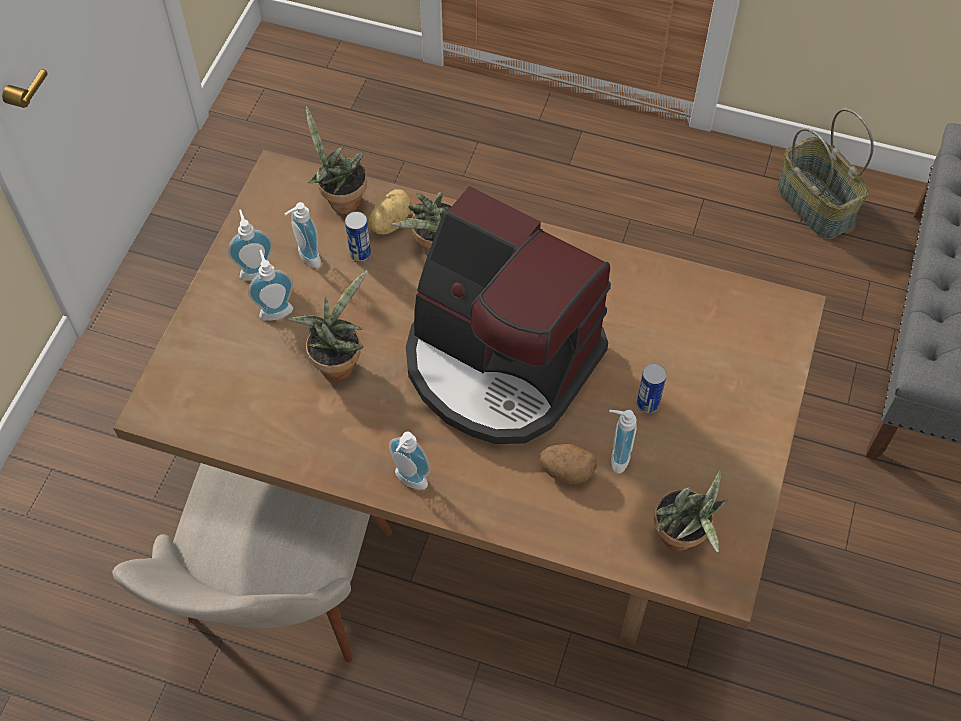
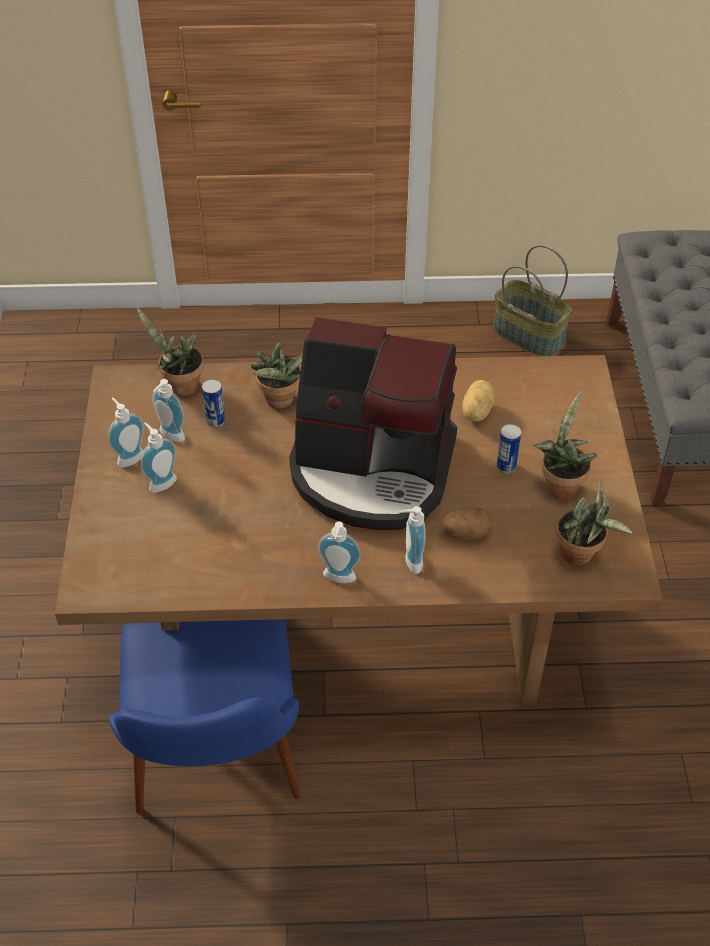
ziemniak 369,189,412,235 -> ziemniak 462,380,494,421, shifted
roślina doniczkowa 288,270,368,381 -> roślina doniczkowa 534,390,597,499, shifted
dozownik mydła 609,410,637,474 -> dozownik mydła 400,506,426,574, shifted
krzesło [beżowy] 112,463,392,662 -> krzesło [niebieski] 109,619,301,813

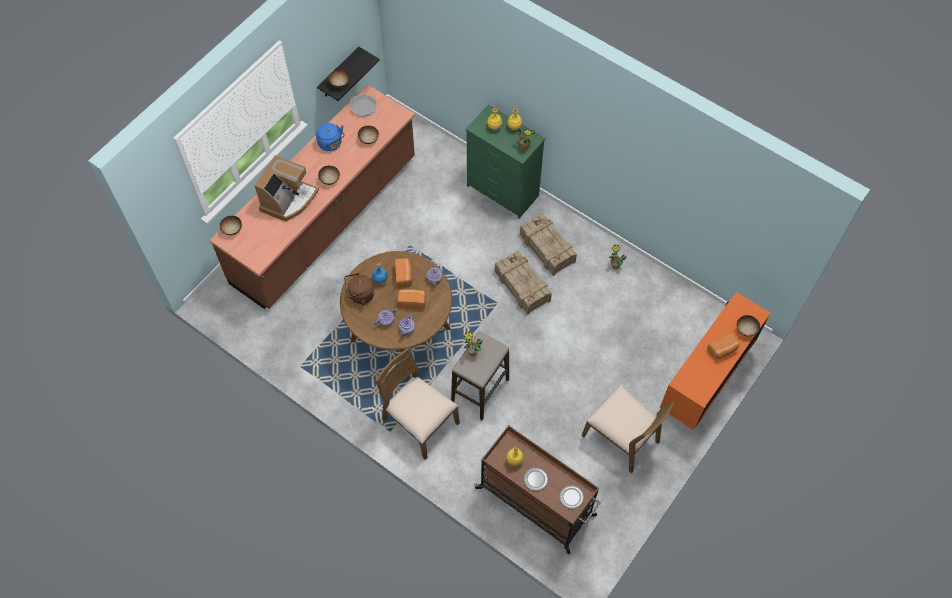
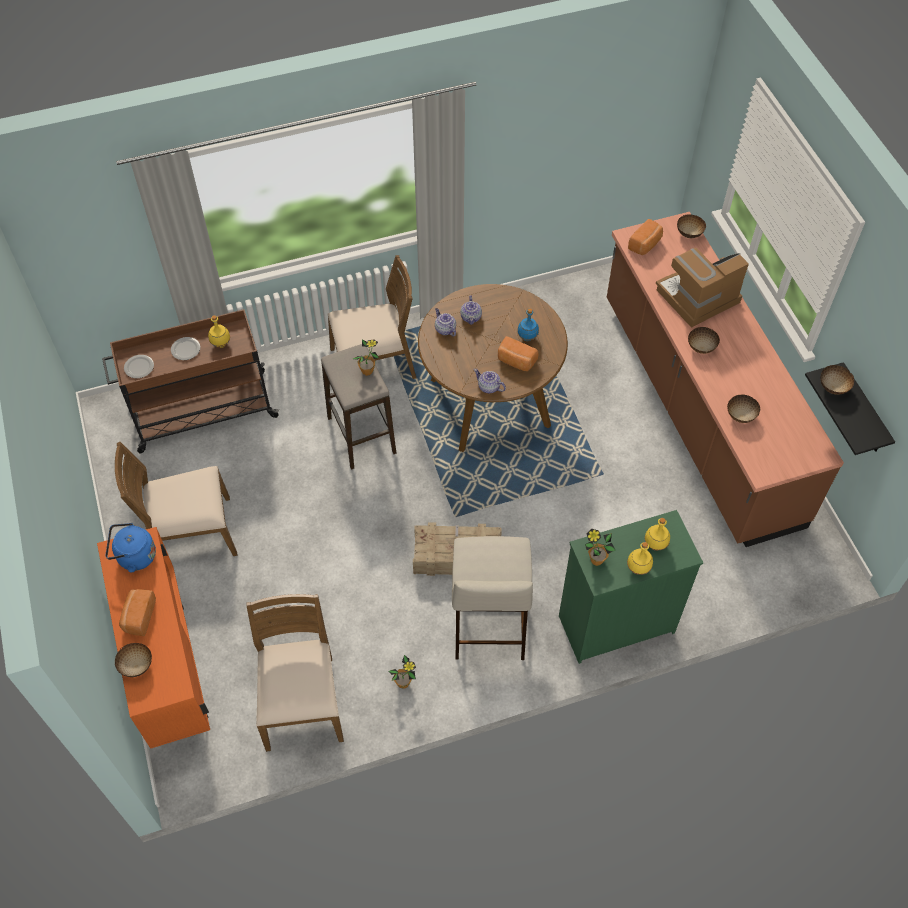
patelnia 350,94,376,117 -> none
czajnik [niebieski] 316,123,344,151 -> czajnik [niebieski] 106,523,156,573, shifted
ekspres do kawy 255,156,319,222 -> ekspres do kawy 656,248,749,328, 90 degrees clockwise
skrzynka 520,213,577,276 -> stołek [beżowy] 452,536,533,660
czajnik [brązowy] 344,273,375,305 -> none
chleb 397,289,426,309 -> chleb 628,219,663,255, shifted
none -> krzesło [brązowy] 246,594,344,752

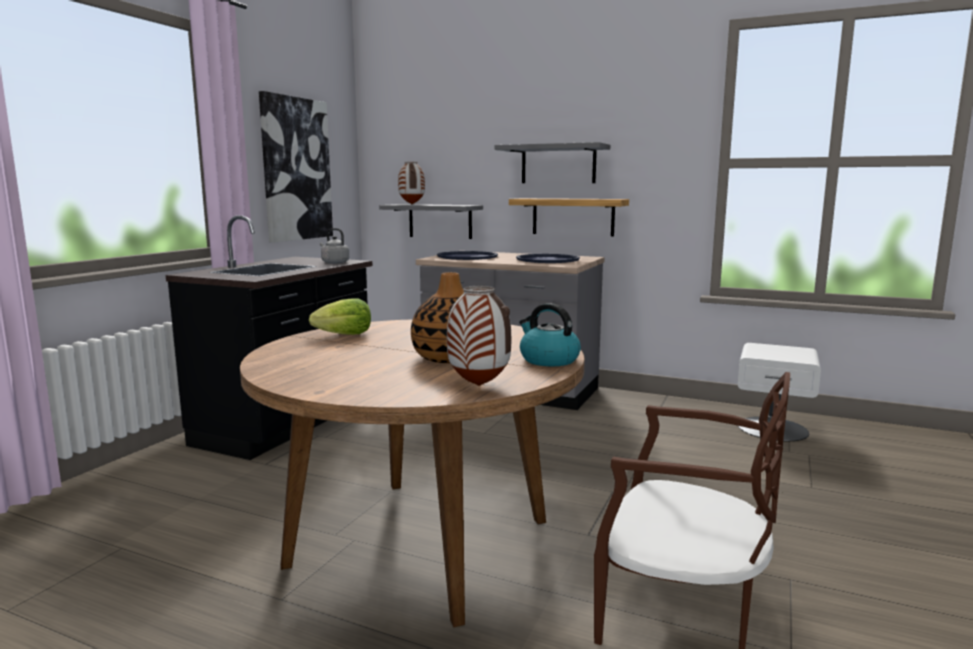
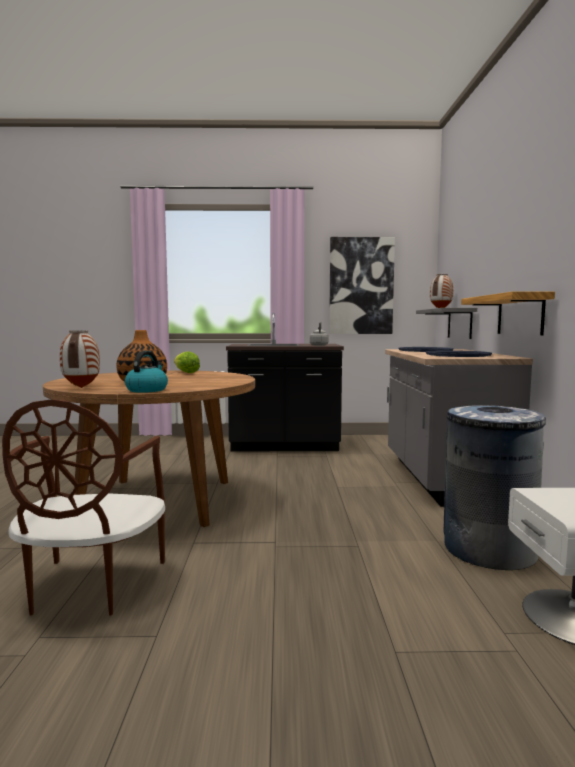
półka [szary] 495,142,610,183 -> none
none -> kosz na śmieci [szary] 444,405,546,570

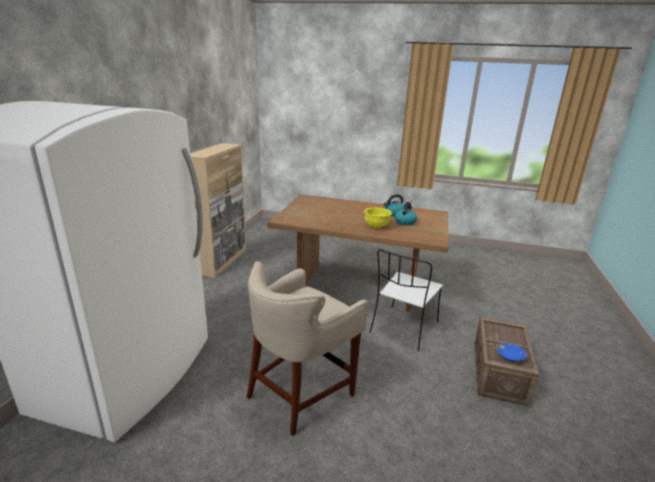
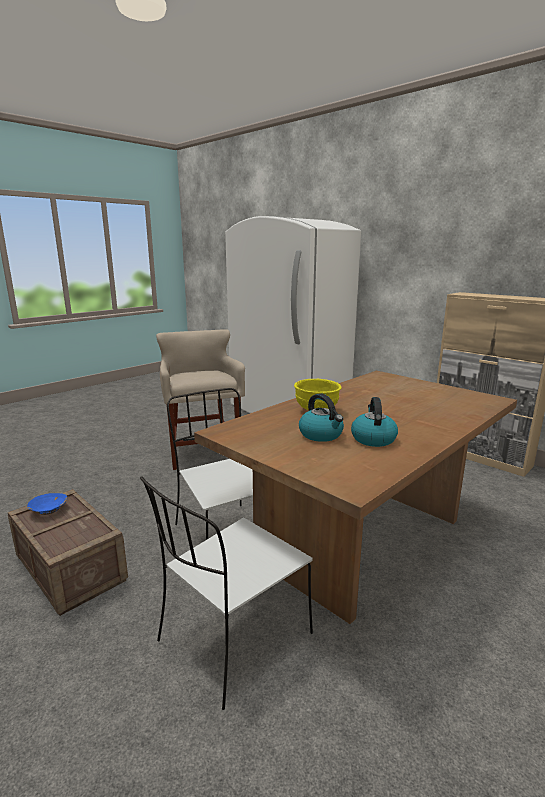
none -> krzesło [biały] 140,476,313,710

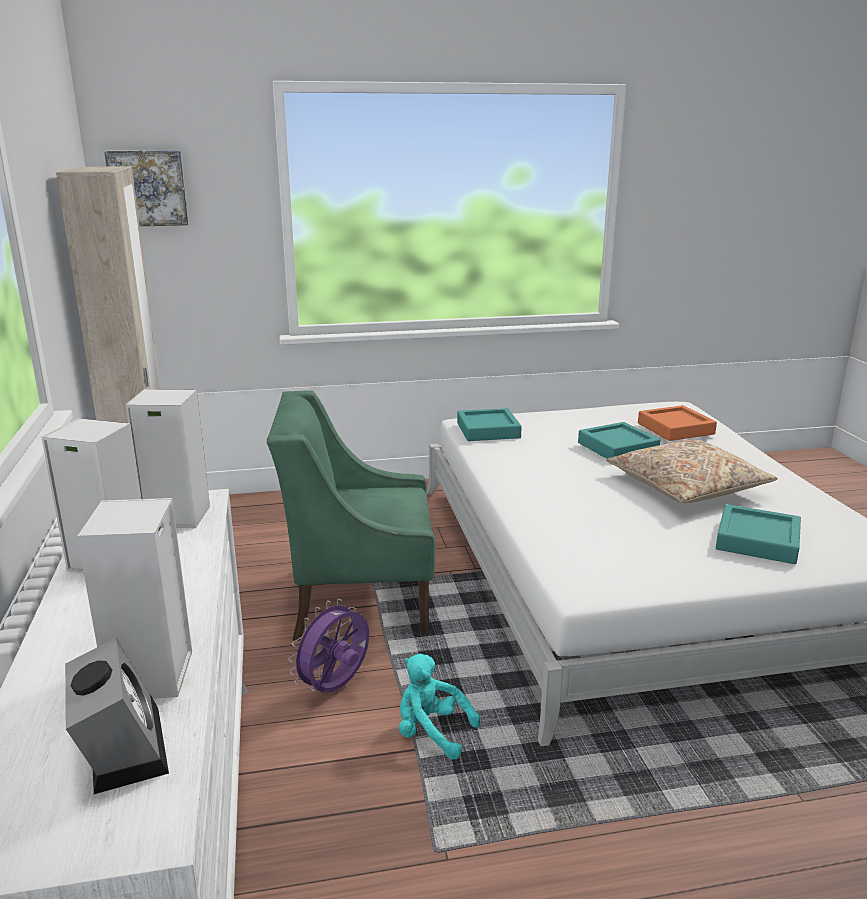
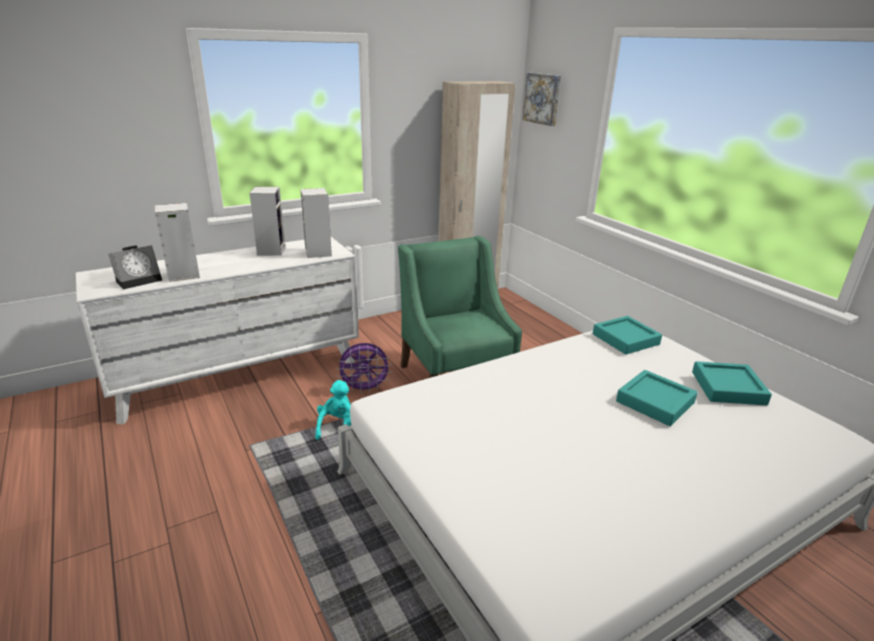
taca [pomarańczowy] 638,405,717,441 -> none
poduszka [beżowy] 606,439,778,503 -> none
taca [turkusowy] 716,504,801,564 -> taca [turkusowy] 692,361,772,405, shifted
wentylator [fioletowy] 289,599,369,693 -> wentylator [fioletowy] 336,343,392,393, 150 degrees clockwise

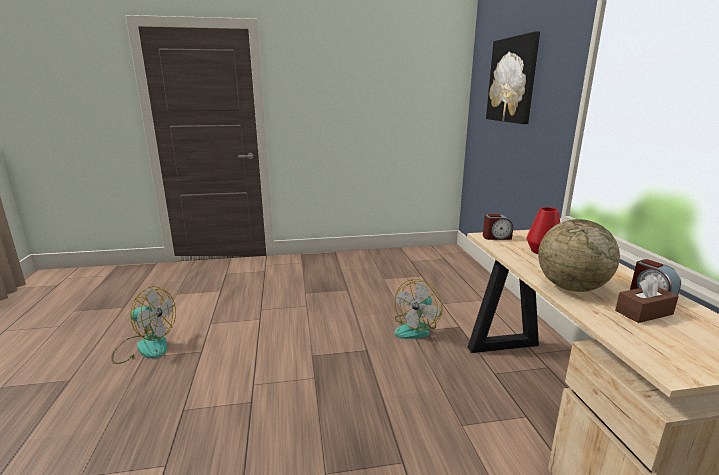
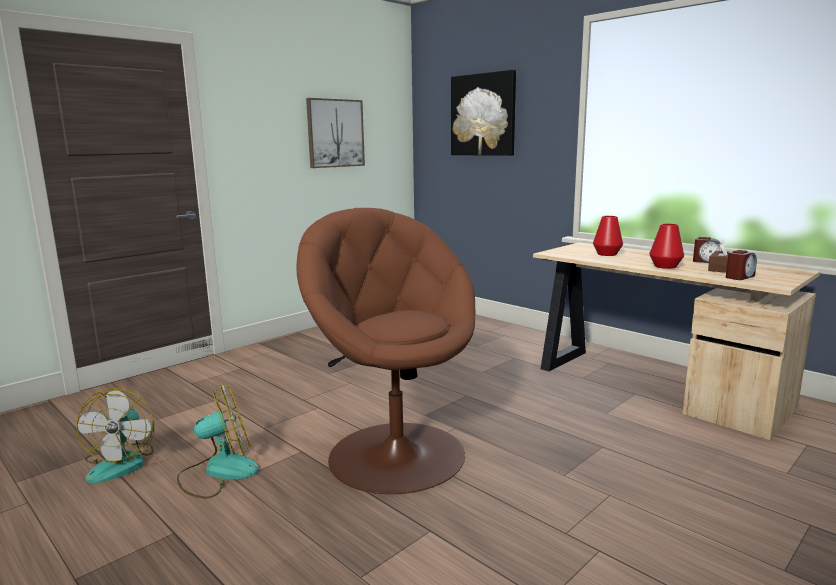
budzik 483,214,513,240 -> budzik 726,250,757,280, shifted
globus 538,219,620,292 -> wazon [czerwony] 649,223,684,269
wentylator 394,279,443,339 -> wentylator 77,388,154,483, shifted
none -> obraz 306,98,365,168
none -> fotel [brązowy] 296,208,475,494

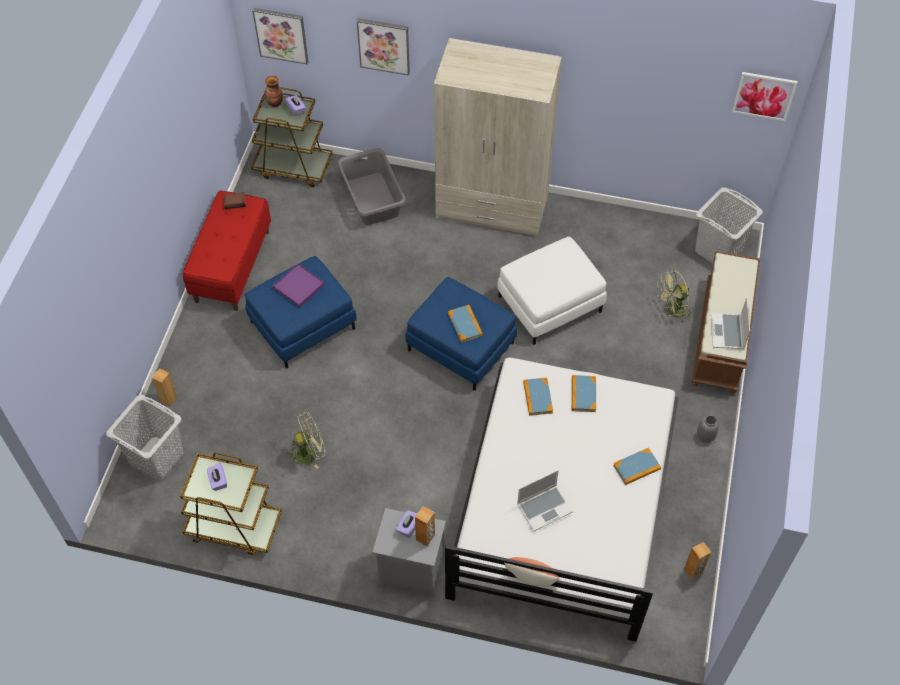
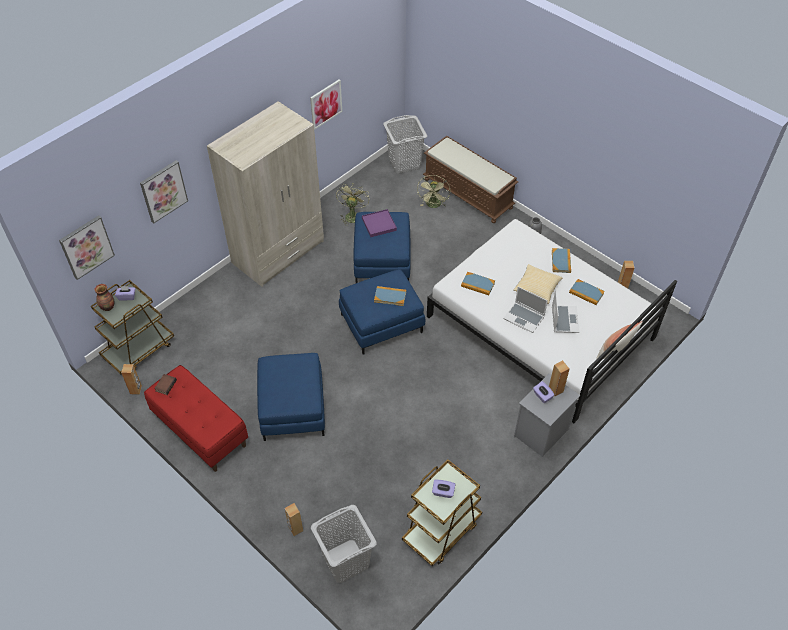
obraz 732,72,798,121 -> obraz 310,79,342,130, shifted
kosz na pranie [szary] 338,148,406,225 -> none
pufa [biały] 497,237,607,345 -> pufa [niebieski] 353,212,411,283
taca [fioletowy] 273,263,325,308 -> taca [fioletowy] 362,209,397,237, shifted
laptop 711,297,750,349 -> laptop 503,286,548,333, shifted
książka 572,375,596,412 -> książka 569,279,605,305, shifted
wentylator [zielony] 287,412,325,469 -> wentylator [zielony] 336,184,370,224, shifted
none -> poduszka 513,264,562,304
none -> głośnik [brązowy] 121,364,142,395

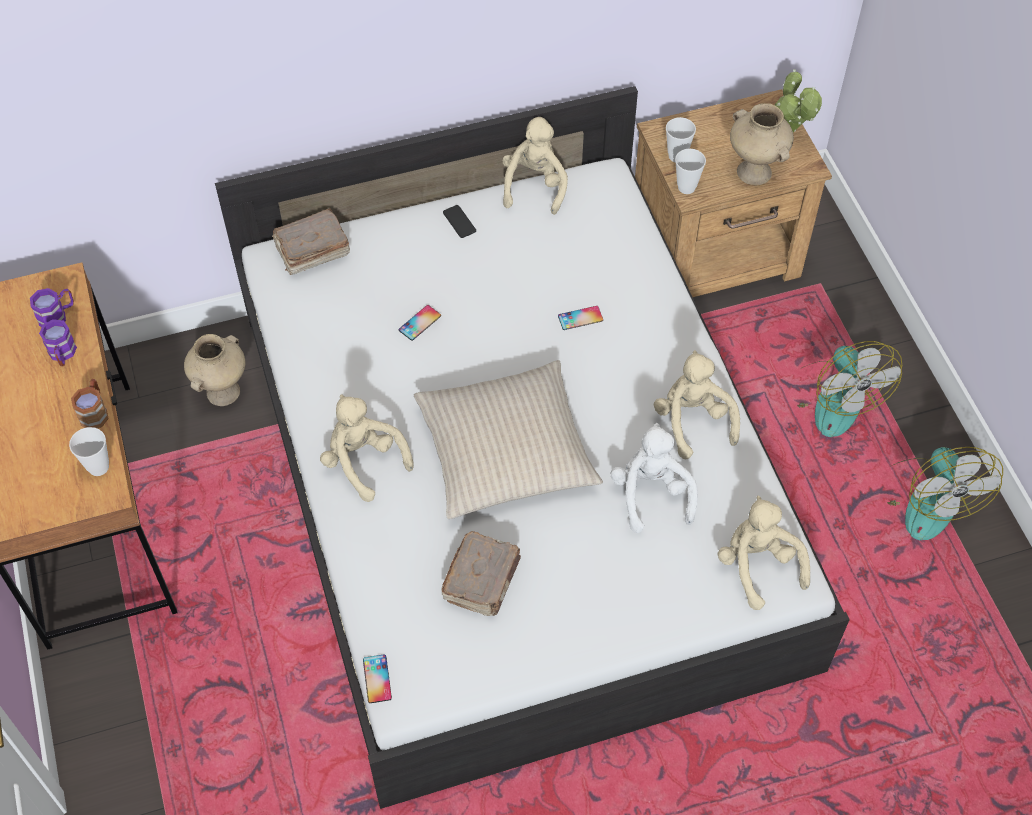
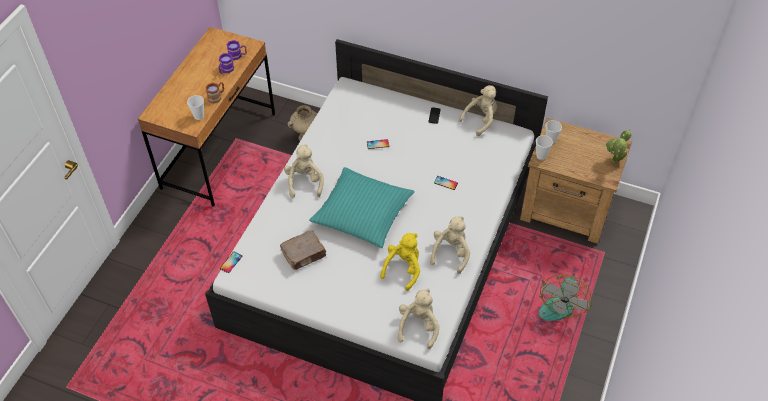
wazon [beżowy] 730,103,794,185 -> none
książka [brązowy] 272,208,350,275 -> none
poduszka [beżowy] 414,360,603,519 -> poduszka [turkusowy] 309,167,415,248
pluszak [biały] 611,423,698,533 -> pluszak [żółty] 380,233,420,291
wentylator 886,447,1003,540 -> none

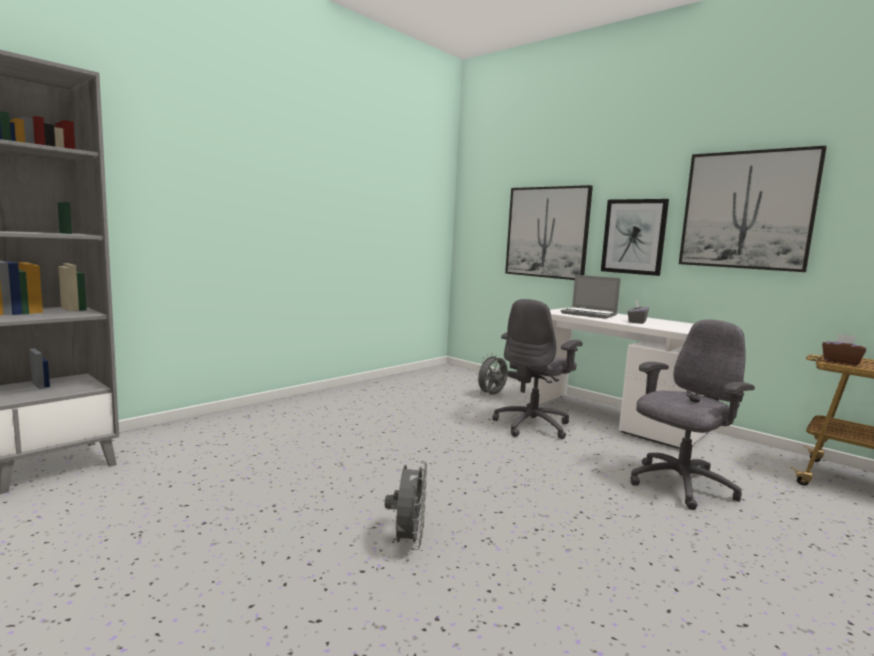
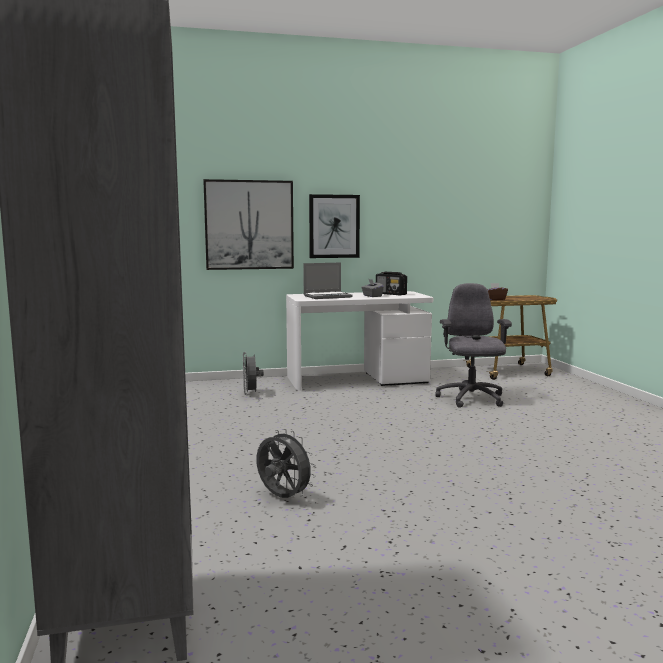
obraz 679,146,827,272 -> none
krzesło biurowe [szary] 492,299,583,439 -> none
wentylator [szary] 385,461,428,550 -> wentylator [szary] 256,429,316,498, shifted
none -> radio 376,272,407,295

